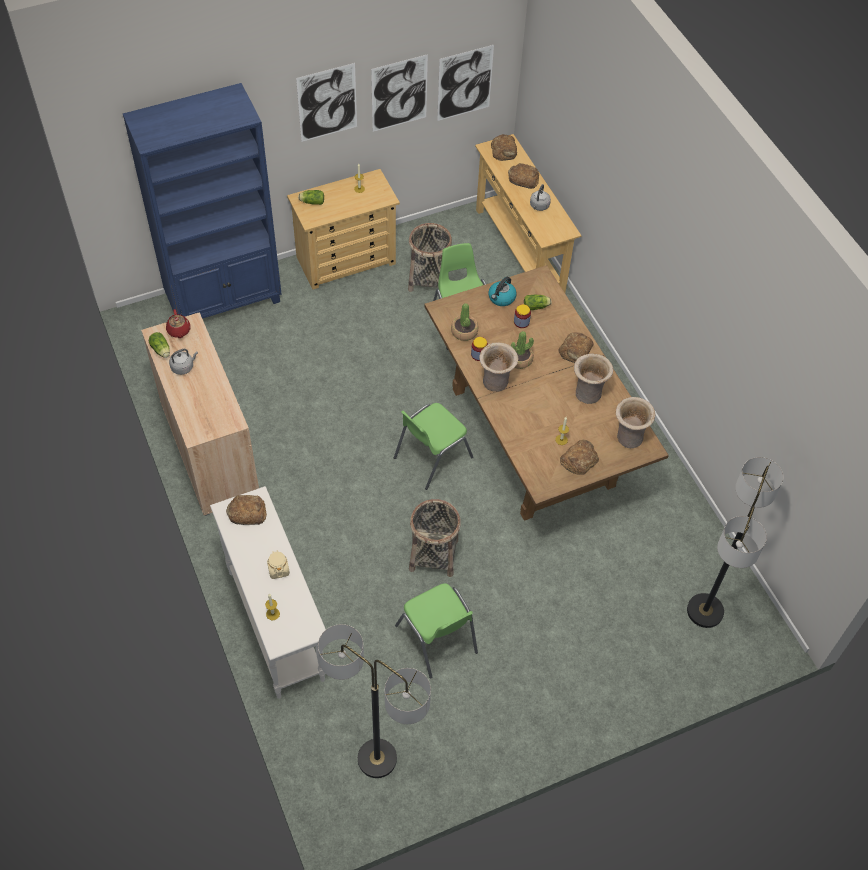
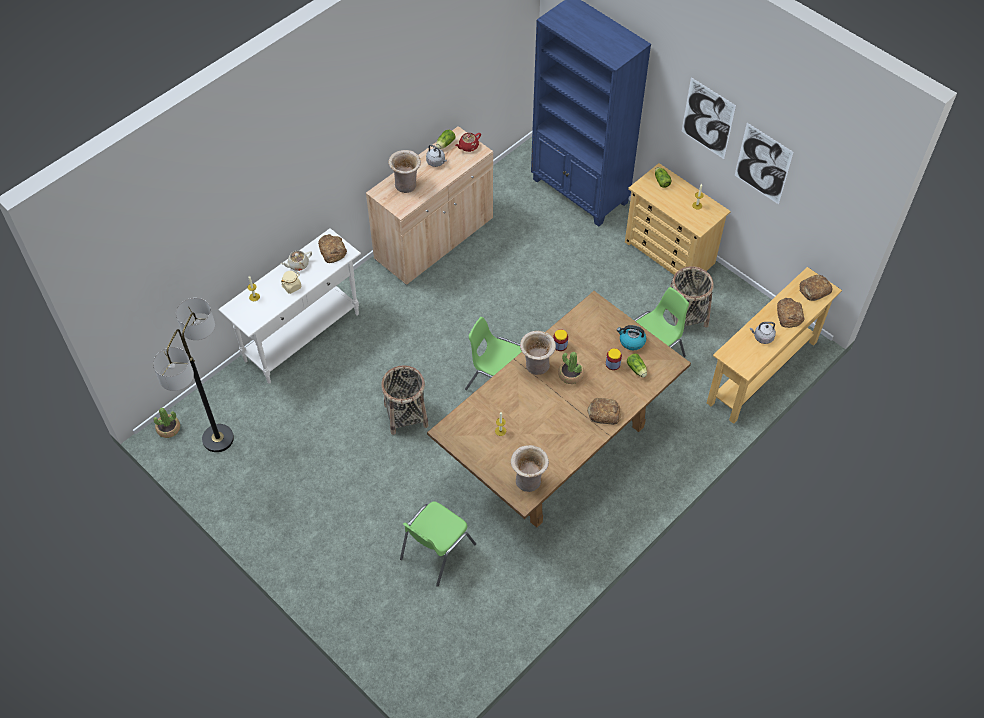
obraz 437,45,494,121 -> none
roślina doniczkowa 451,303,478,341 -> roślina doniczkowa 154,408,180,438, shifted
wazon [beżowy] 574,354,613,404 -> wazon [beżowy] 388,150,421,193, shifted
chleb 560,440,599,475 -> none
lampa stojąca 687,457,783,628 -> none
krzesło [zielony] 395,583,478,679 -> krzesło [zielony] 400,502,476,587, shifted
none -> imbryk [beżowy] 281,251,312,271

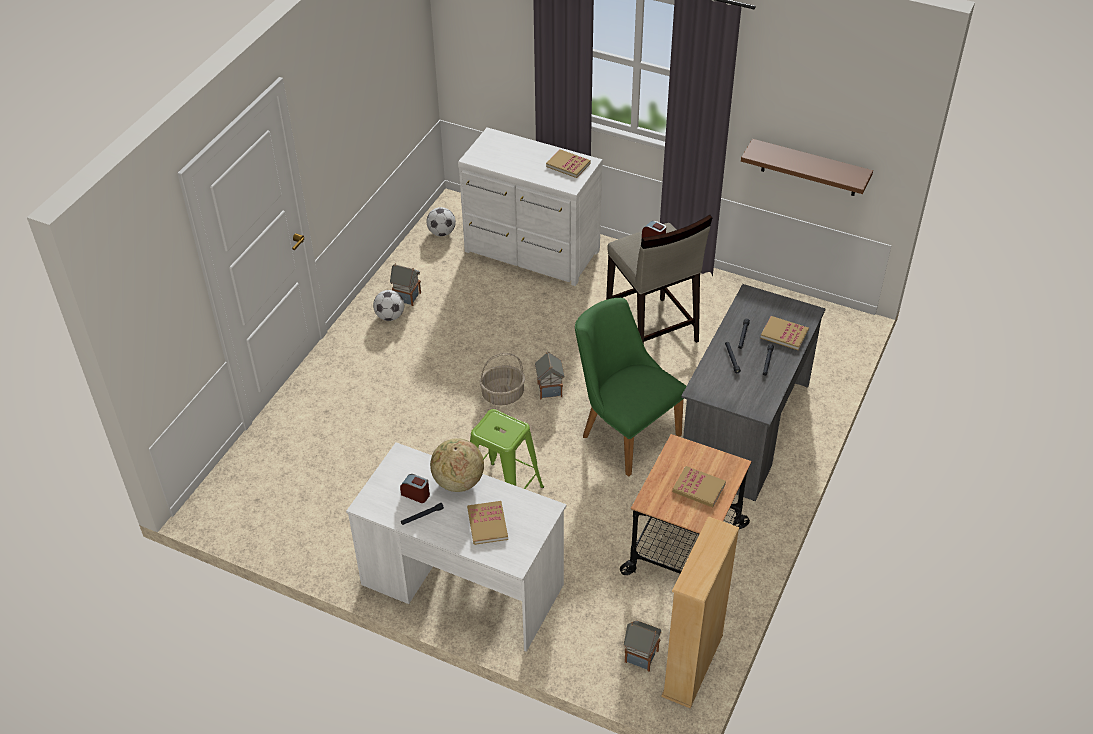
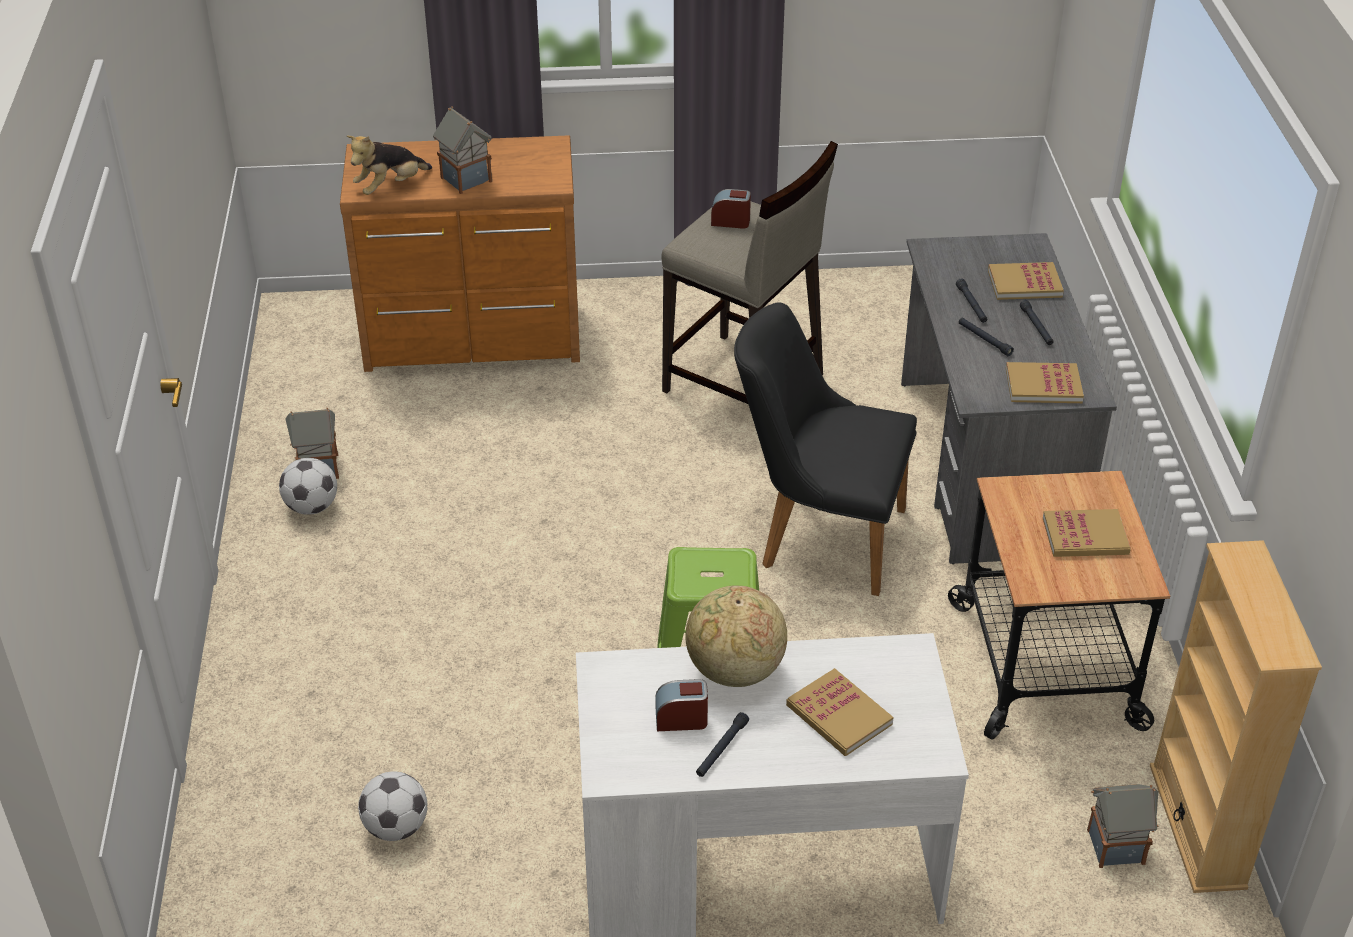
komoda [biały] 458,127,603,286 -> komoda [brązowy] 340,135,580,372
półka [brązowy] 741,139,873,196 -> none
książka 546,149,591,178 -> książka 1006,362,1084,403, shifted
piłka futbolowa 427,207,456,236 -> piłka futbolowa 358,771,428,841, shifted
krzesło [zielony] 575,298,686,477 -> krzesło [czarny] 734,302,917,596
domek 535,352,564,400 -> domek 433,107,492,194, shifted
koszyk 480,353,525,405 -> none
none -> pluszak 347,136,432,195

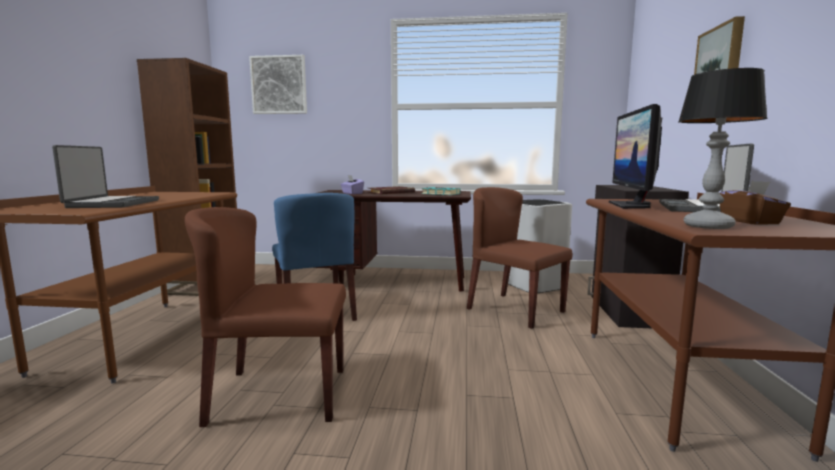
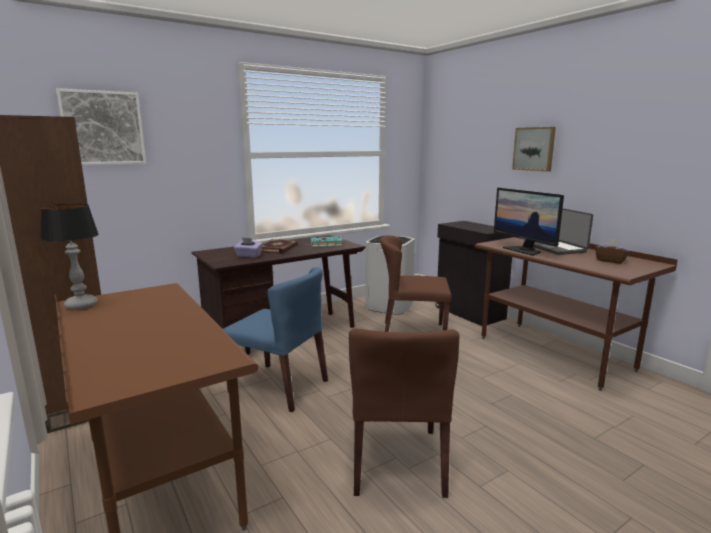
lampa stołowa 678,68,768,229 -> lampa stołowa 40,204,99,310, shifted
laptop 52,145,159,208 -> none
krzesło [brązowy] 185,207,346,427 -> krzesło [brązowy] 349,328,460,498, 45 degrees counterclockwise

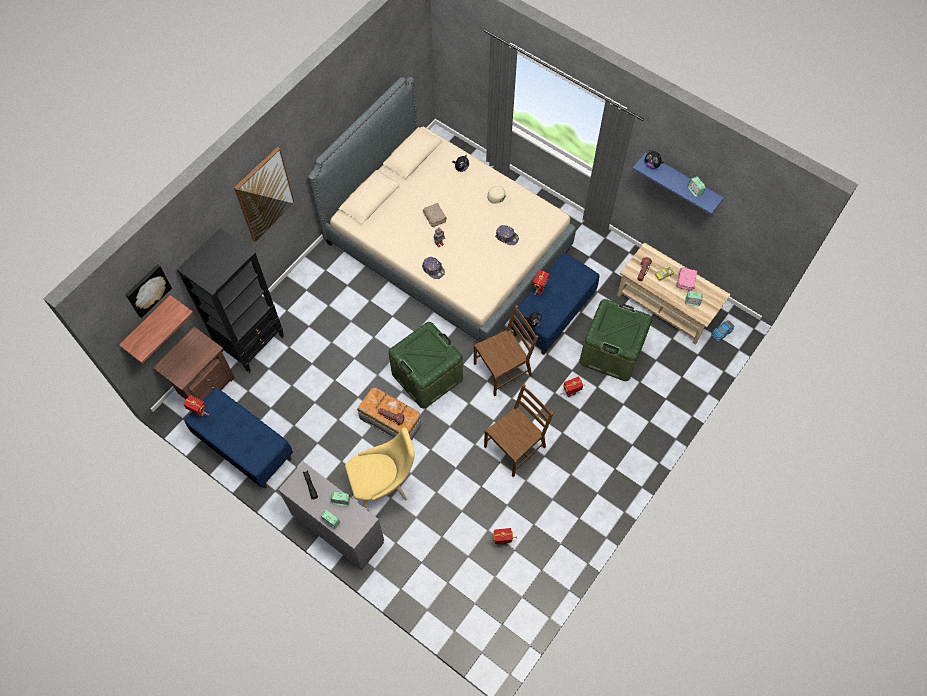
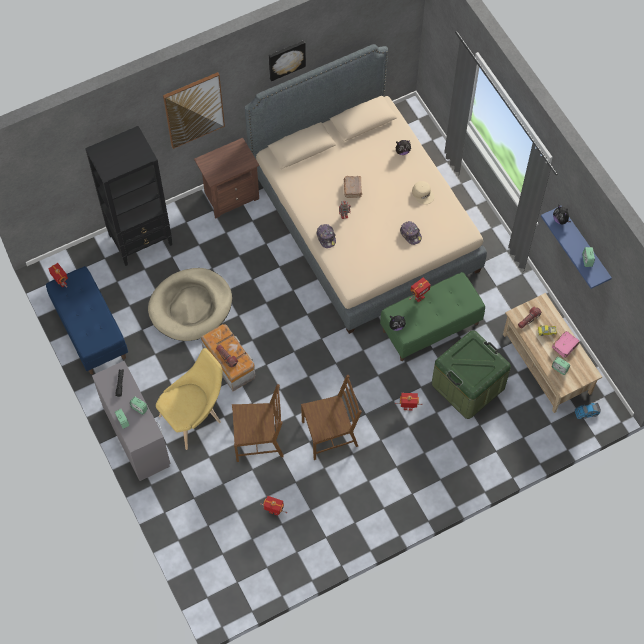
ławka [niebieski] 511,253,599,355 -> ławka [zielony] 380,272,485,361
obraz 125,264,172,318 -> obraz 269,41,306,81, shifted
półka 119,295,193,364 -> none
krzesło [brązowy] 474,305,538,396 -> krzesło [brązowy] 232,384,284,462, shifted
pojemnik do przechowywania [zielony] 389,322,463,408 -> none
szafka nocna [brązowy] 154,327,235,401 -> szafka nocna [brązowy] 194,138,259,219, shifted
krzesło [żółty] 345,428,415,509 -> krzesło [żółty] 156,348,223,450, 45 degrees counterclockwise
none -> legowisko [beżowy] 148,268,232,341

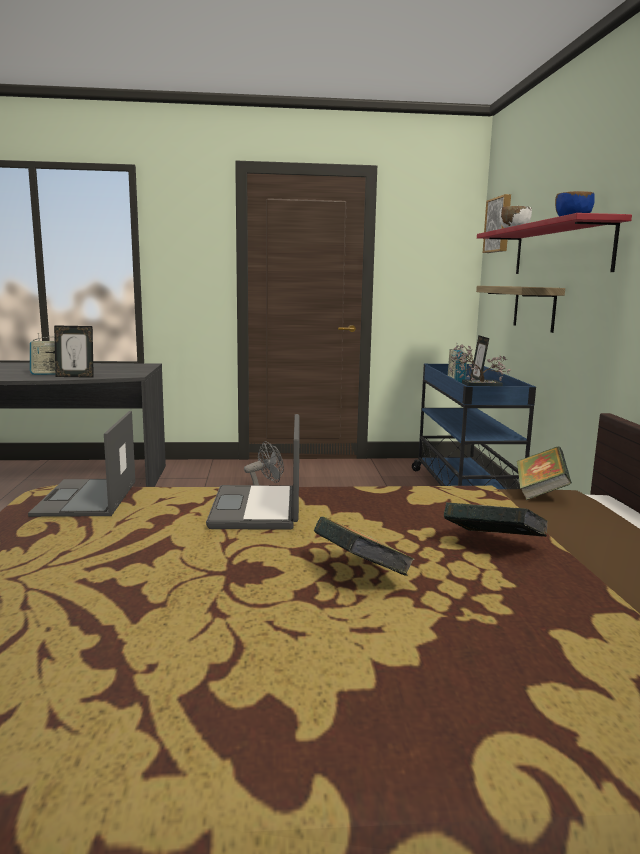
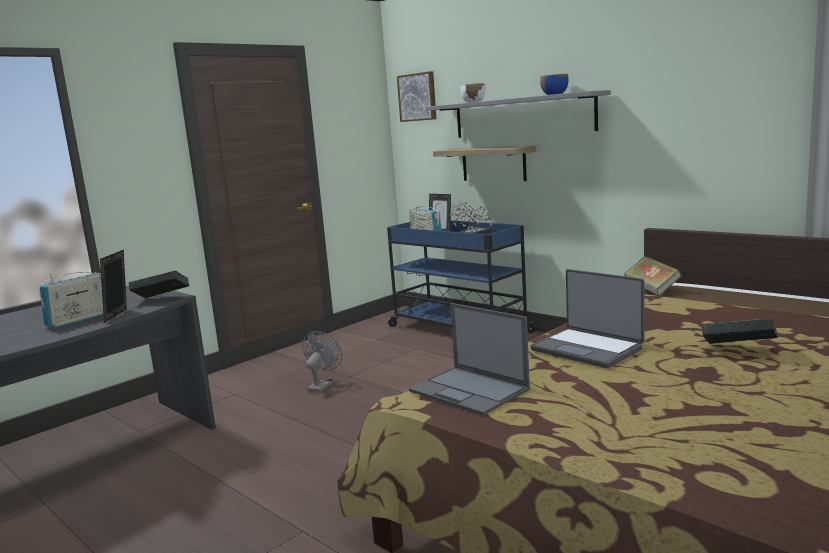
półka [czerwony] 477,213,632,274 -> półka [szary] 426,90,611,138
ramka na zdjęcie 54,325,94,378 -> ramka na zdjęcie 100,250,127,323, 135 degrees clockwise
książka 444,502,548,537 -> książka 129,270,189,298, shifted

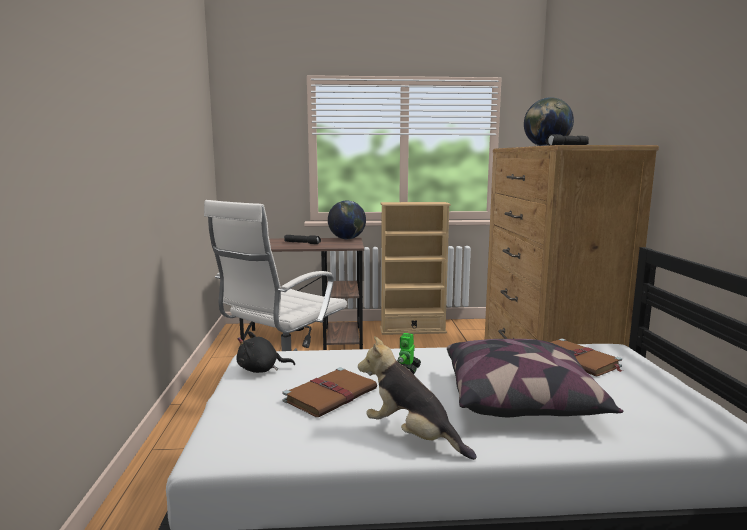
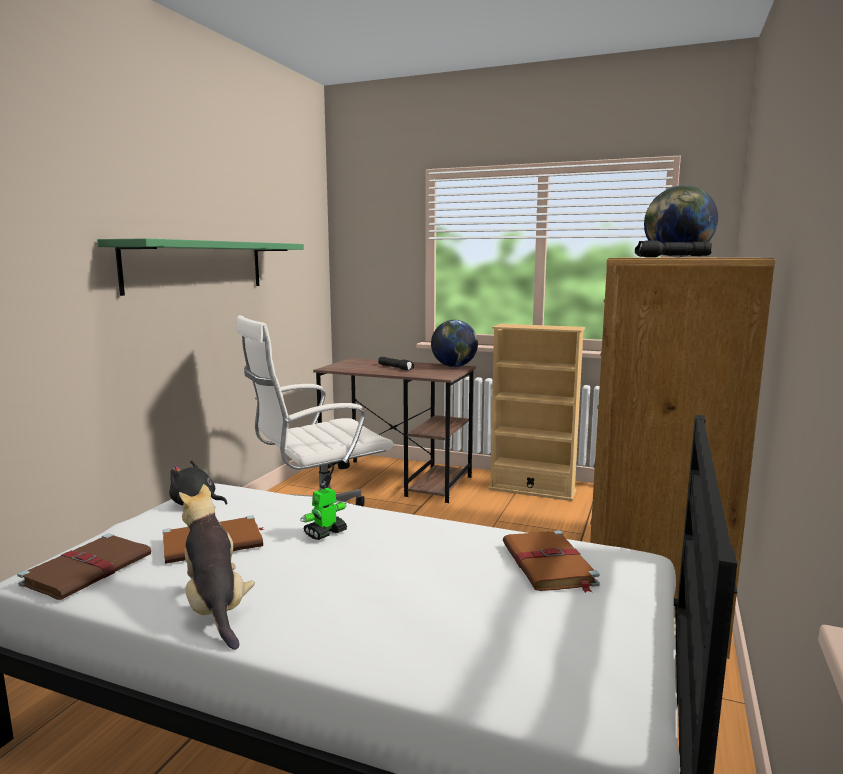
poduszka 447,339,623,417 -> none
none -> półka [zielony] 97,238,304,296
none -> książka [brązowy] 17,533,151,600

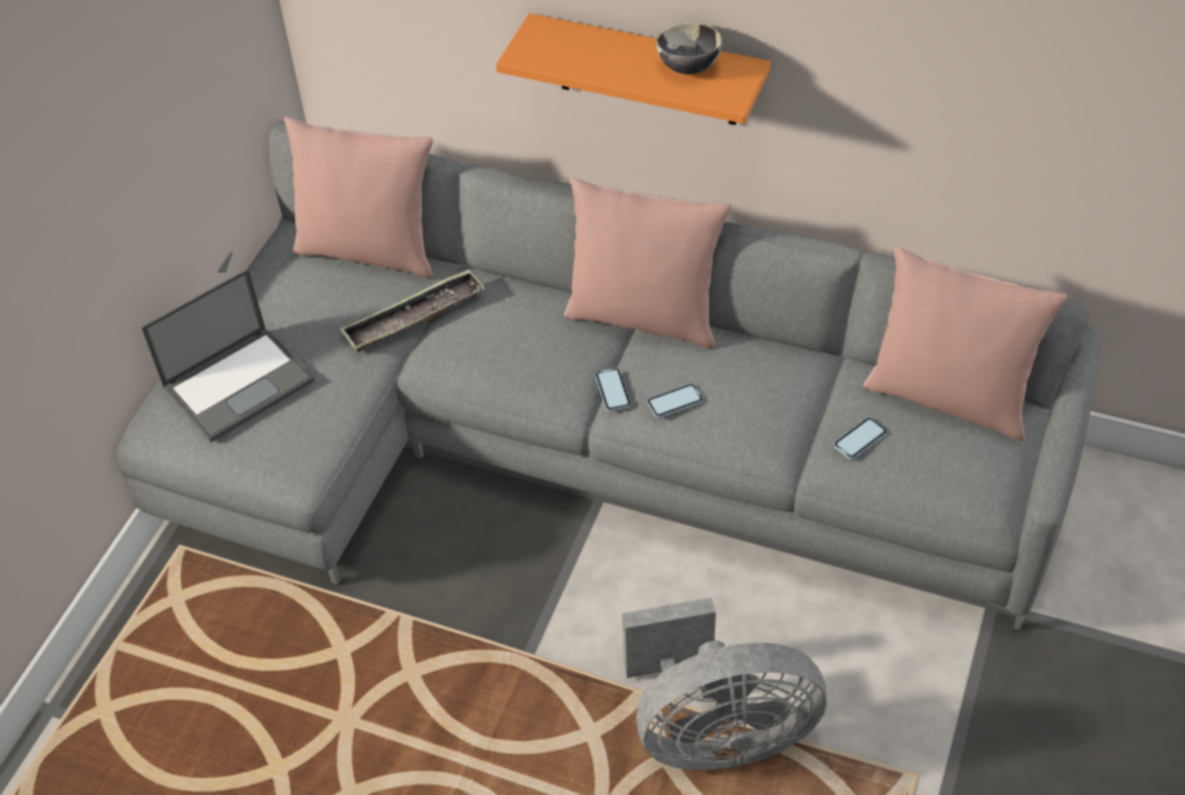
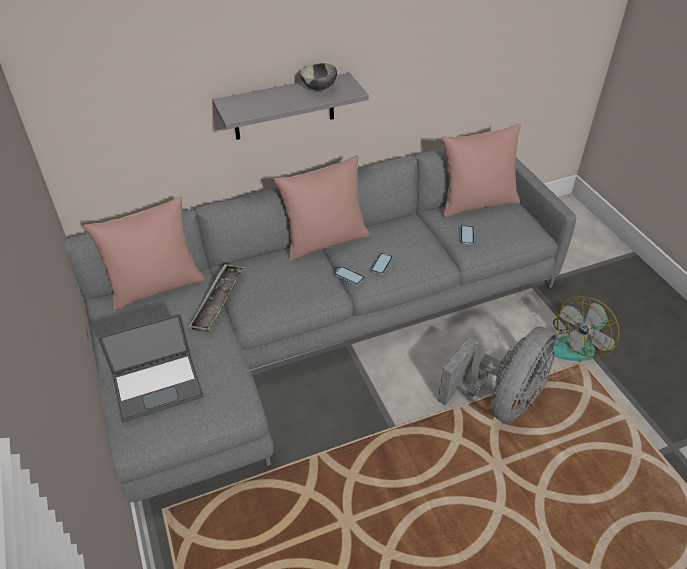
półka [pomarańczowy] 496,13,771,125 -> półka [szary] 212,73,369,140
laptop 141,268,314,442 -> laptop 97,314,204,423, 60 degrees clockwise
none -> wentylator 552,296,619,361

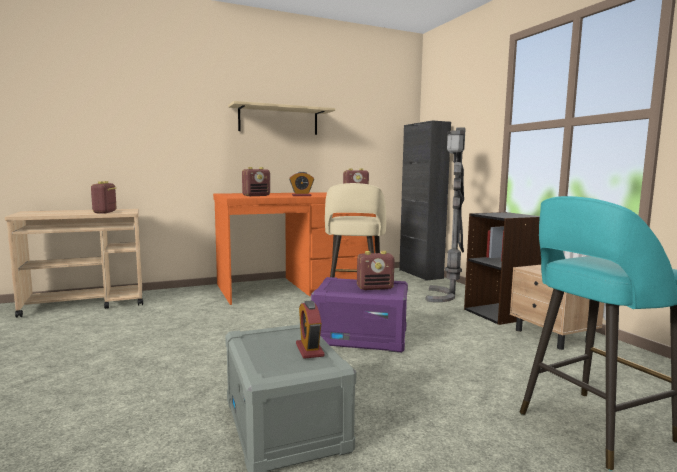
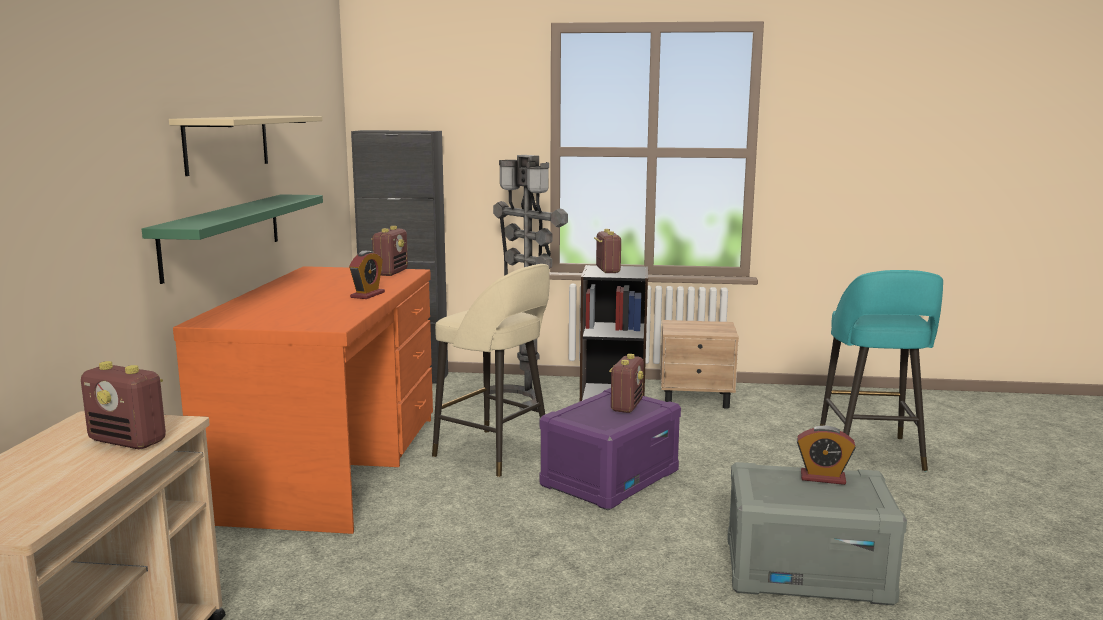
radio 242,167,270,196 -> radio 594,229,621,273, shifted
none -> półka [zielony] 142,194,323,284

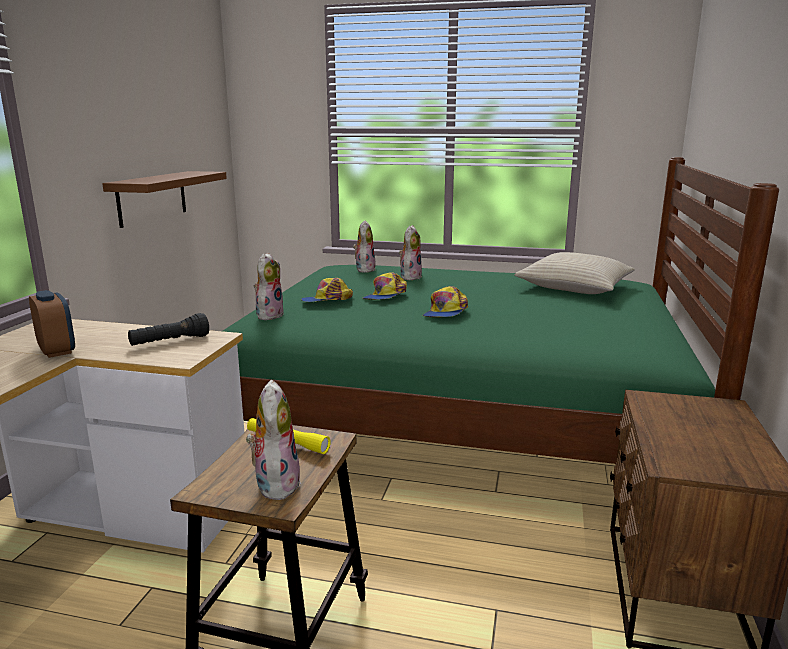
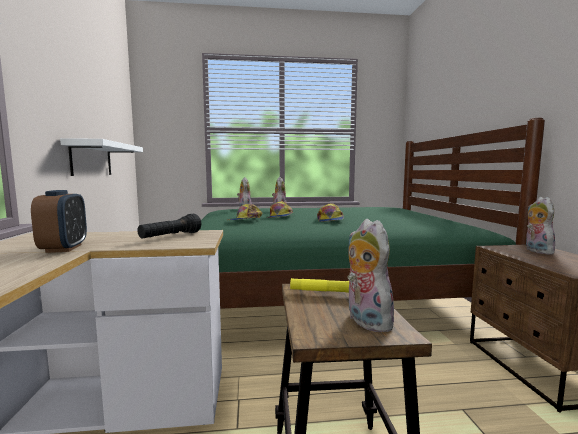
półka [brązowy] 102,171,227,228 -> półka [biały] 60,138,143,176
pluszak 254,252,284,320 -> pluszak 526,197,555,255, shifted
poduszka [beżowy] 514,252,634,294 -> none
budzik 29,290,75,358 -> budzik 31,190,87,253, 45 degrees clockwise

